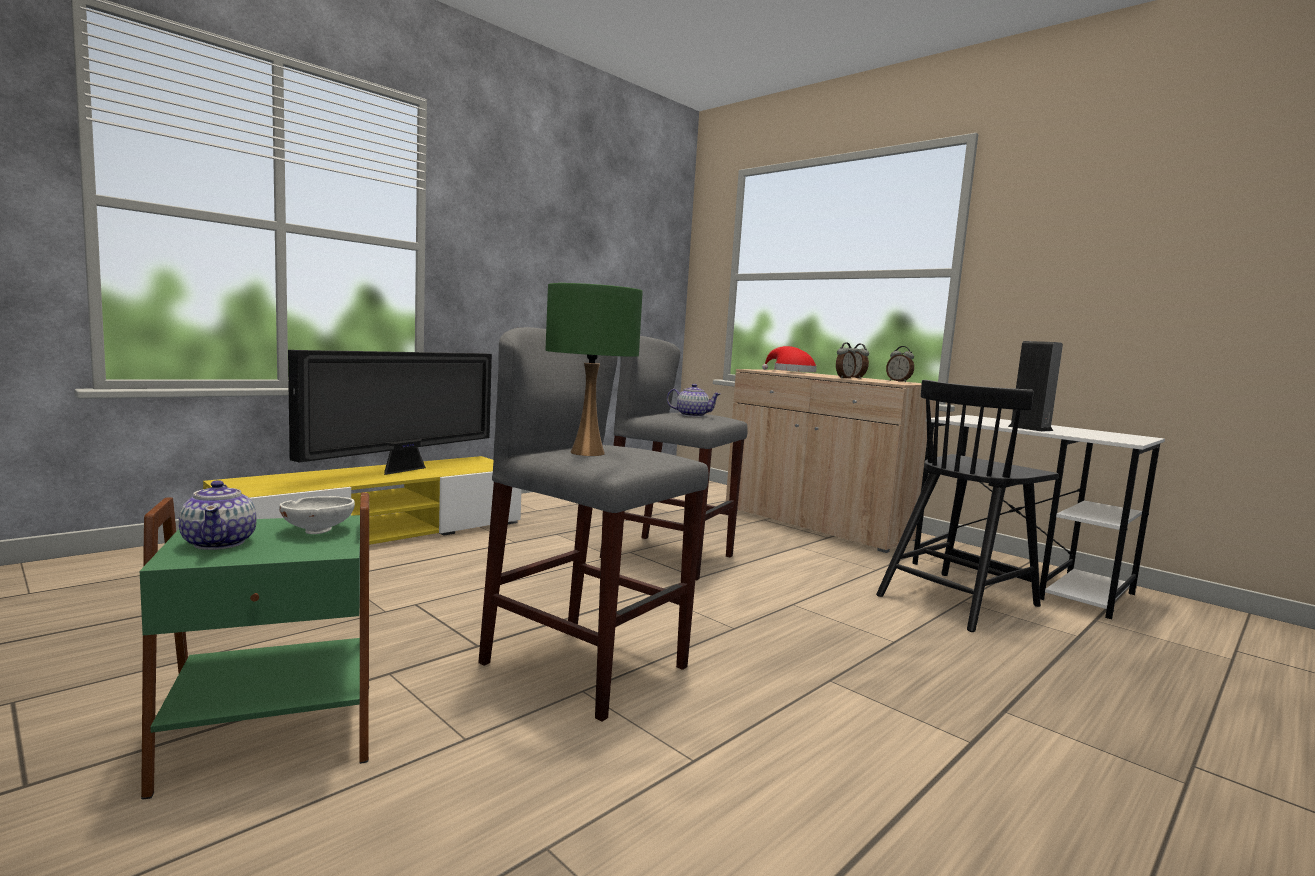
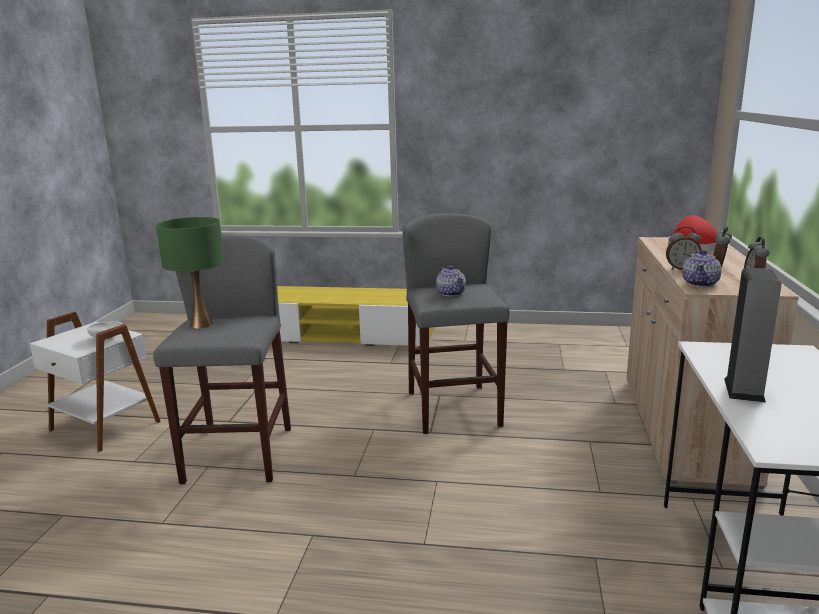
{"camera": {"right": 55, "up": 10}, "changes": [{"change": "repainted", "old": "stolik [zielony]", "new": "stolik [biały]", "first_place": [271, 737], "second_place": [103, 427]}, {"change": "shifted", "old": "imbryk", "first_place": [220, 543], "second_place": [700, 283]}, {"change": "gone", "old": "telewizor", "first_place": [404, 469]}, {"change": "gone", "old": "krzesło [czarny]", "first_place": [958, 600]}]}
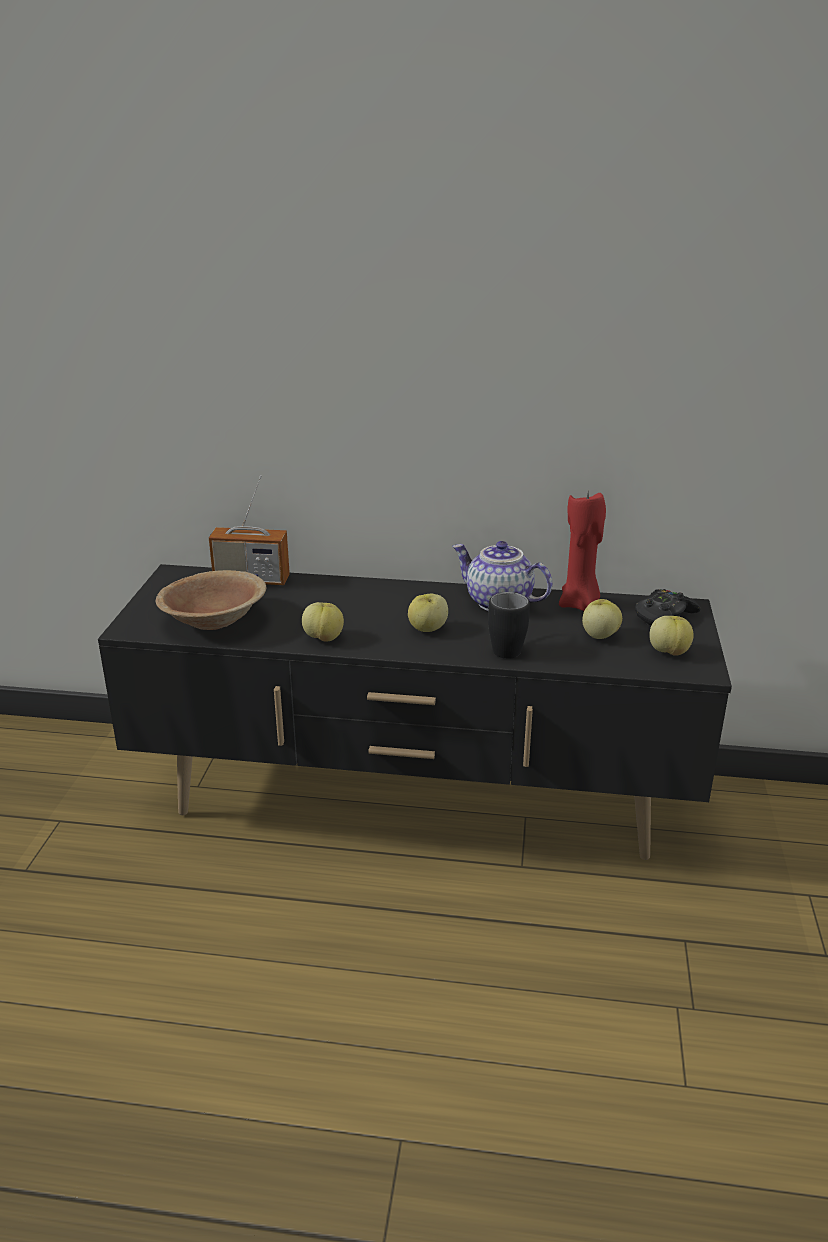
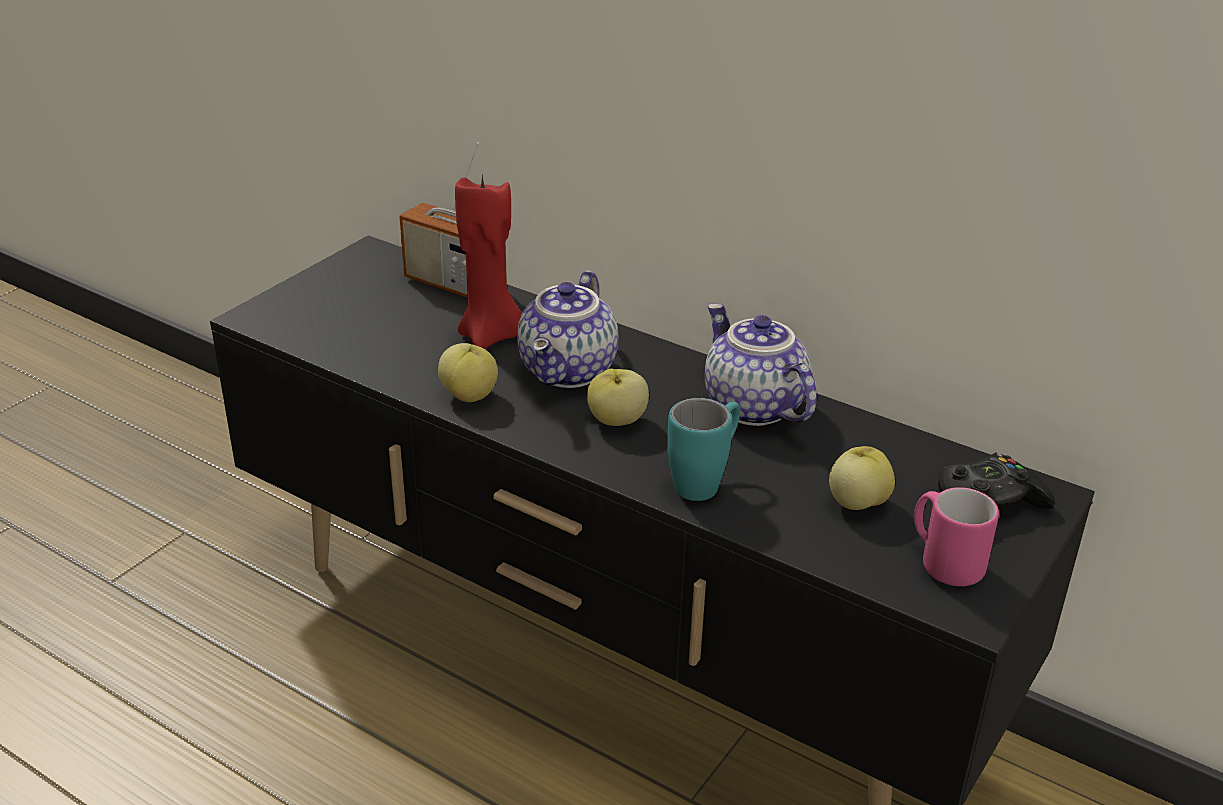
{"camera": {"right": 25, "up": 5}, "changes": [{"change": "shifted", "old": "świeca [czerwony]", "first_place": [579, 604], "second_place": [491, 336]}, {"change": "new", "new": "imbryk", "second_place": [570, 371]}, {"change": "repainted", "old": "kubek [czarny]", "new": "kubek [turkusowy]", "first_place": [508, 646], "second_place": [705, 481]}, {"change": "swapped", "old": "jabłko", "new": "kubek [różowy]", "first_place": [669, 652], "second_place": [943, 562]}, {"change": "gone", "old": "miska [brązowy]", "first_place": [214, 621]}]}
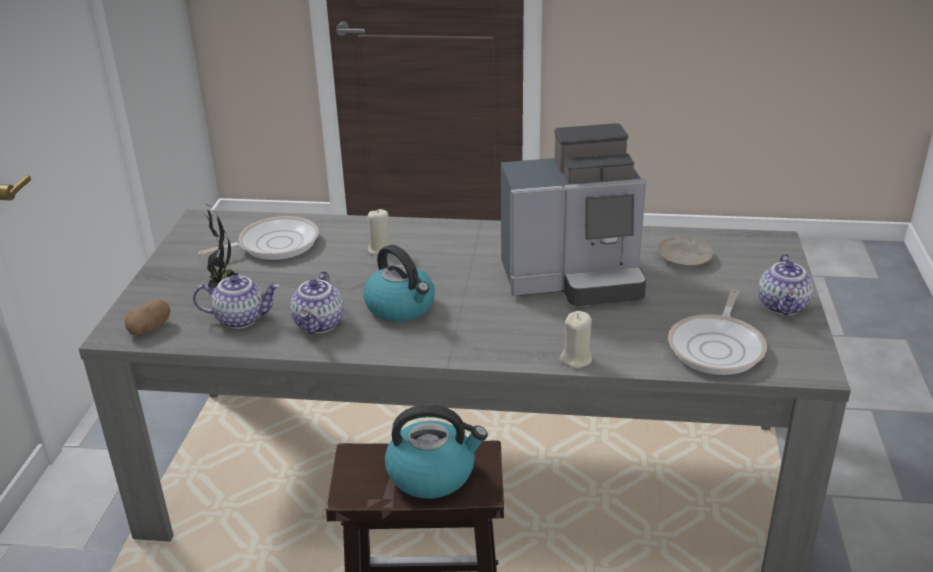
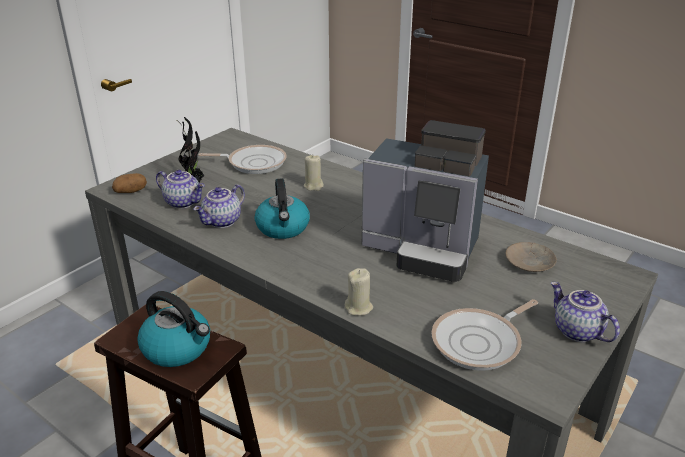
{"camera": {"right": 30, "up": 0}, "changes": [{"change": "rotated", "old": "imbryk", "first_place": [784, 306], "second_place": [576, 331], "degrees": 105}]}
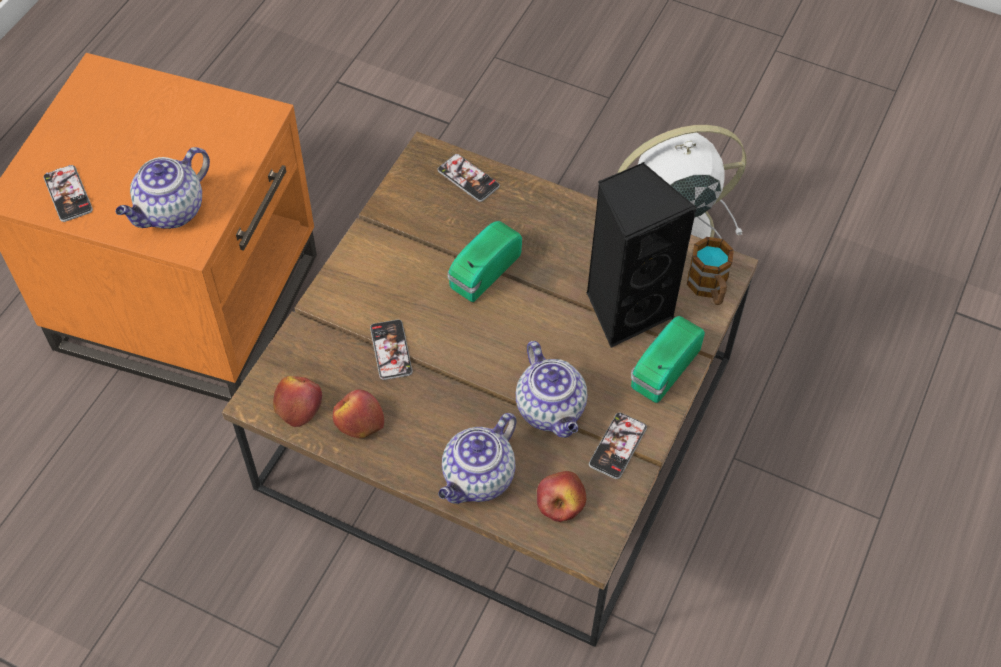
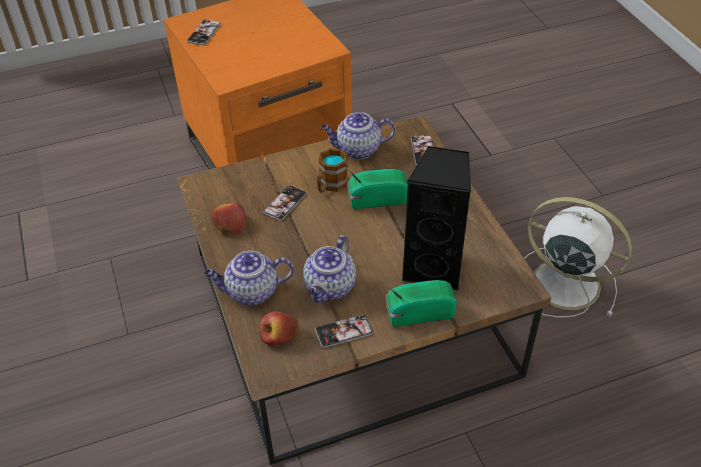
{"camera": {"right": 45, "up": -10}, "changes": [{"change": "shifted", "old": "kubek", "first_place": [709, 288], "second_place": [330, 185]}, {"change": "shifted", "old": "imbryk", "first_place": [171, 212], "second_place": [357, 150]}, {"change": "gone", "old": "jabłko", "first_place": [298, 404]}]}
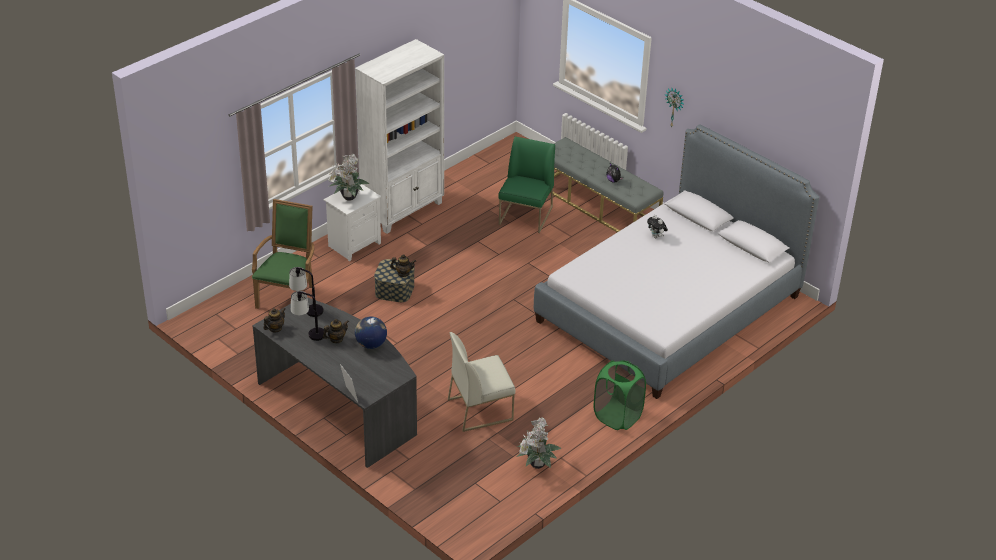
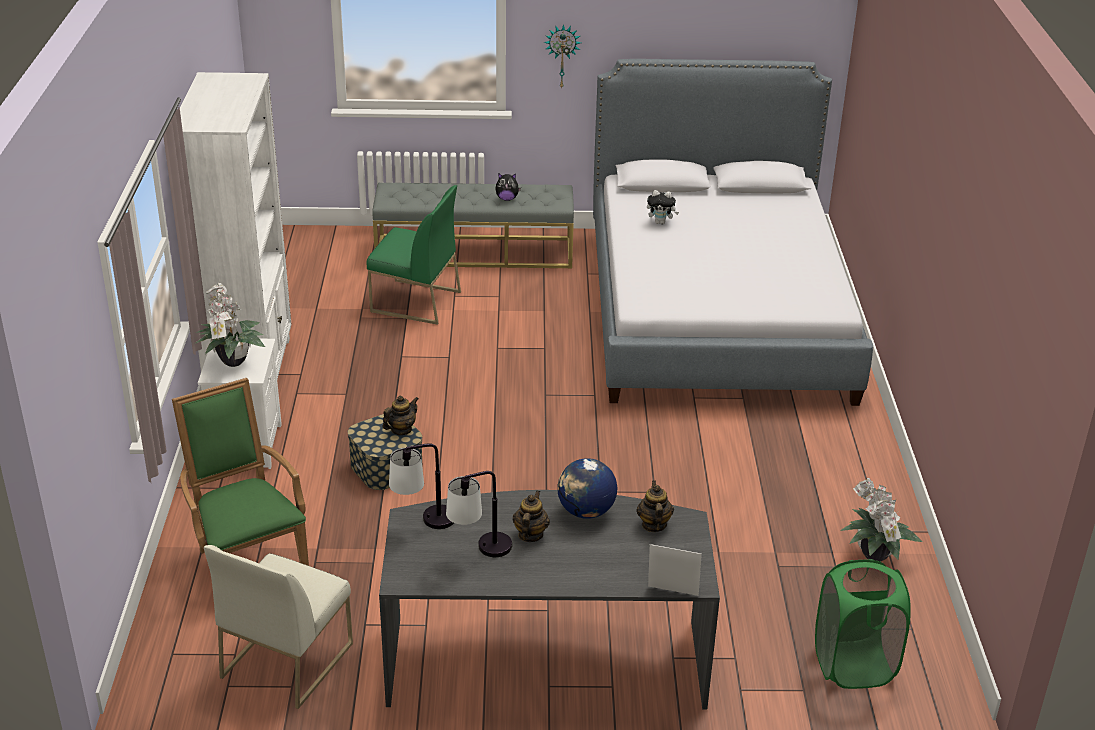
{"camera": {"right": -45, "up": -5}, "changes": [{"change": "shifted", "old": "krzesło [biały]", "first_place": [480, 409], "second_place": [287, 659]}, {"change": "rotated", "old": "krzesło [zielony]", "first_place": [526, 216], "second_place": [415, 302], "degrees": 135}, {"change": "shifted", "old": "imbryk", "first_place": [275, 328], "second_place": [653, 525]}, {"change": "shifted", "old": "kosz na pranie [zielony]", "first_place": [617, 417], "second_place": [853, 665]}]}
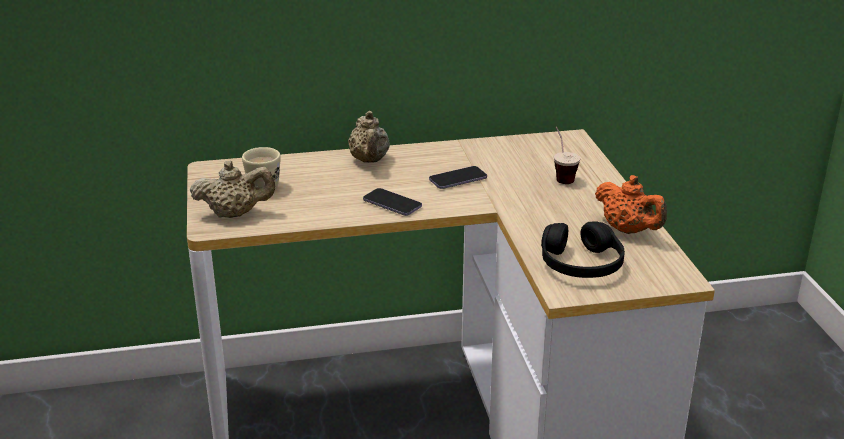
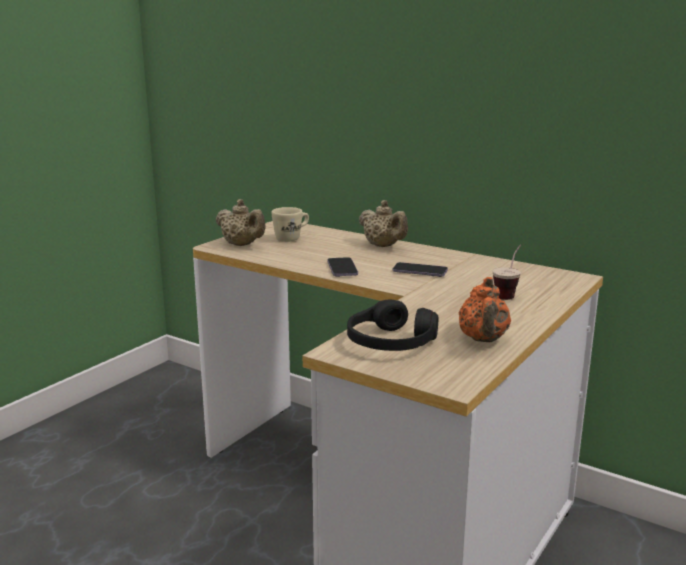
{"camera": {"right": 45, "up": -10}, "changes": [{"change": "rotated", "old": "imbryk [beżowy]", "first_place": [369, 161], "second_place": [383, 246], "degrees": -75}]}
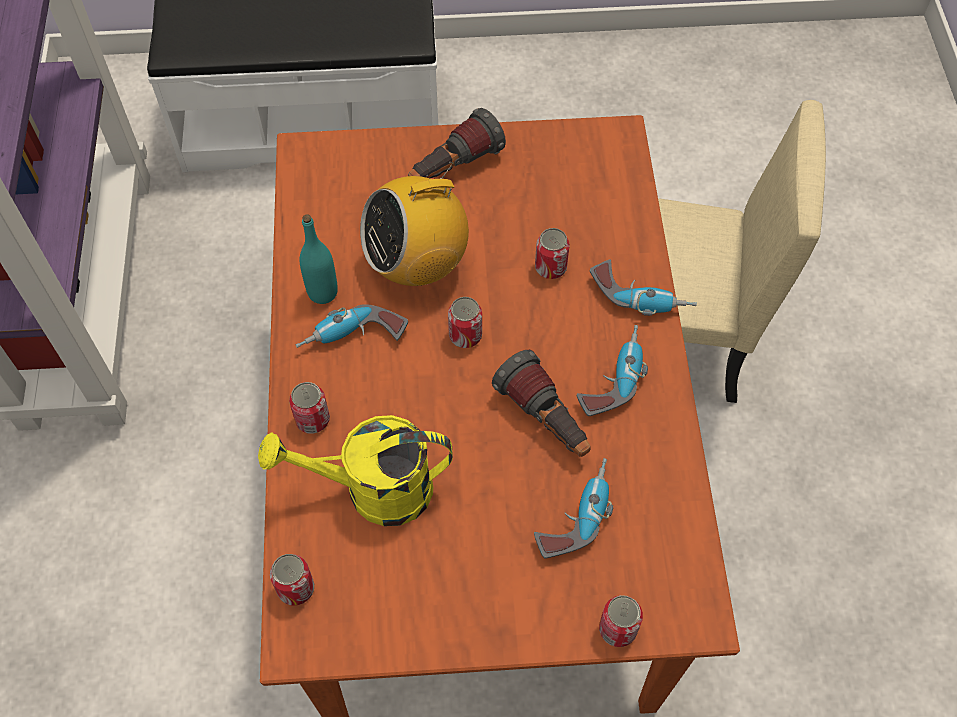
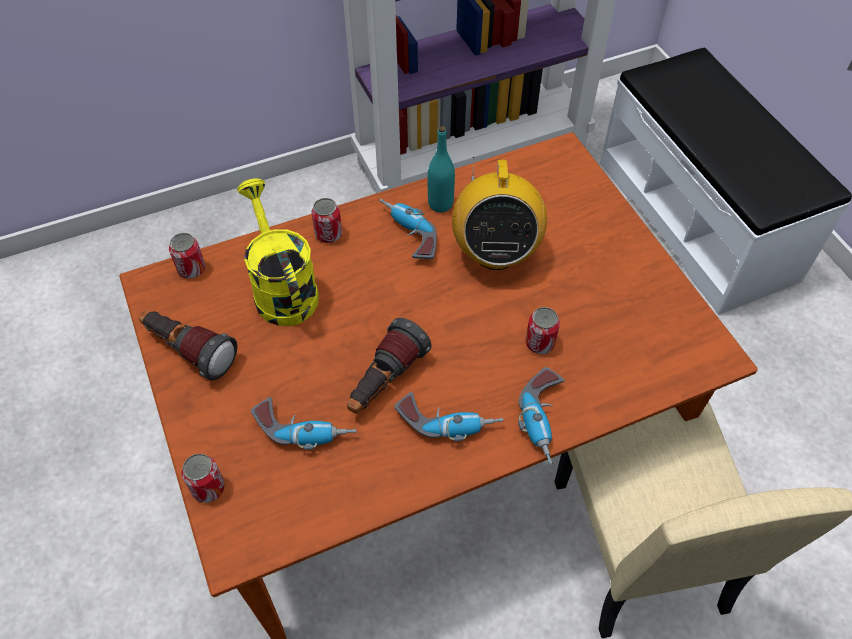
{"camera": {"right": 70, "up": -5}, "changes": [{"change": "shifted", "old": "latarka", "first_place": [453, 168], "second_place": [189, 351]}, {"change": "rotated", "old": "radio", "first_place": [417, 264], "second_place": [495, 252], "degrees": -135}, {"change": "gone", "old": "puszka", "first_place": [465, 335]}]}
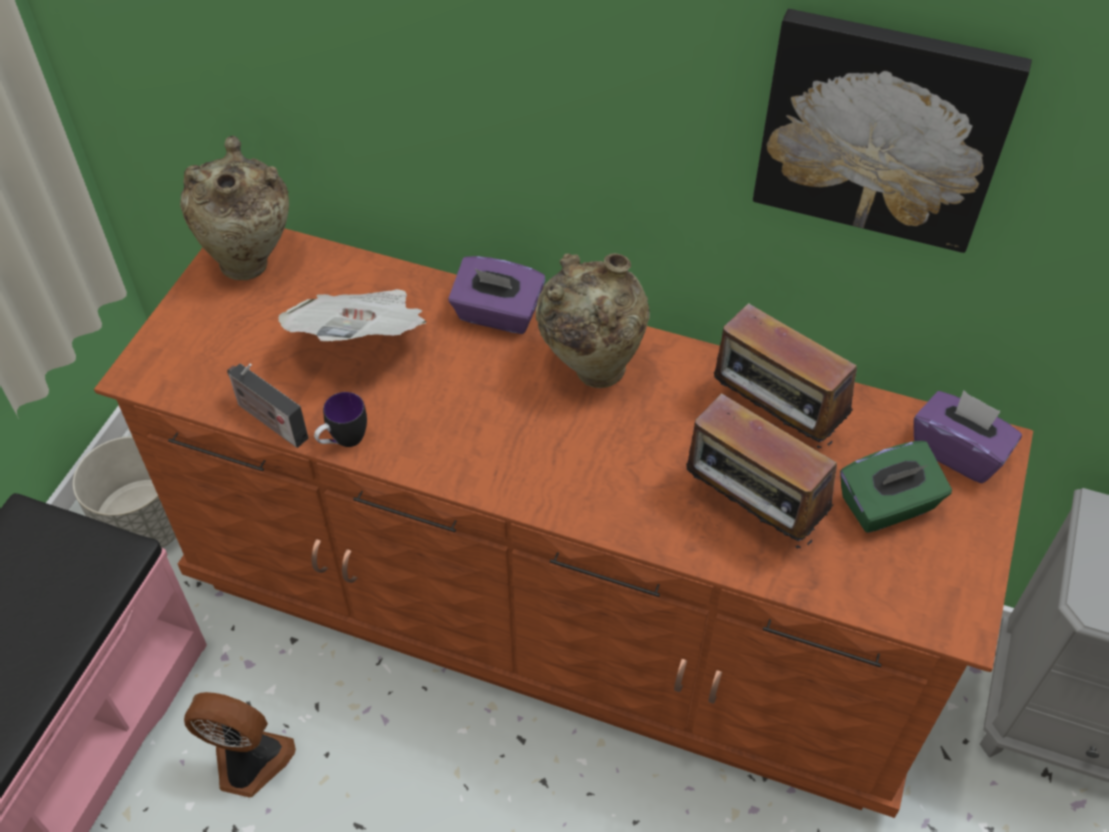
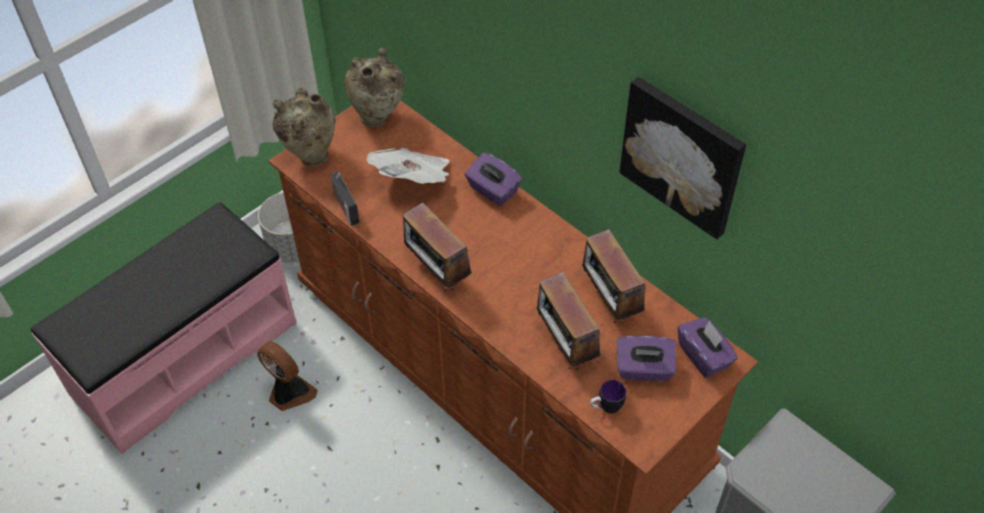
{"camera": {"right": 25, "up": 0}, "changes": [{"change": "shifted", "old": "wazon [beżowy]", "first_place": [591, 369], "second_place": [311, 156]}, {"change": "new", "new": "radio", "second_place": [437, 272]}, {"change": "shifted", "old": "kubek", "first_place": [343, 441], "second_place": [605, 408]}, {"change": "repainted", "old": "pudełko chusteczek [zielony]", "new": "pudełko chusteczek [fioletowy]", "first_place": [887, 506], "second_place": [644, 370]}]}
